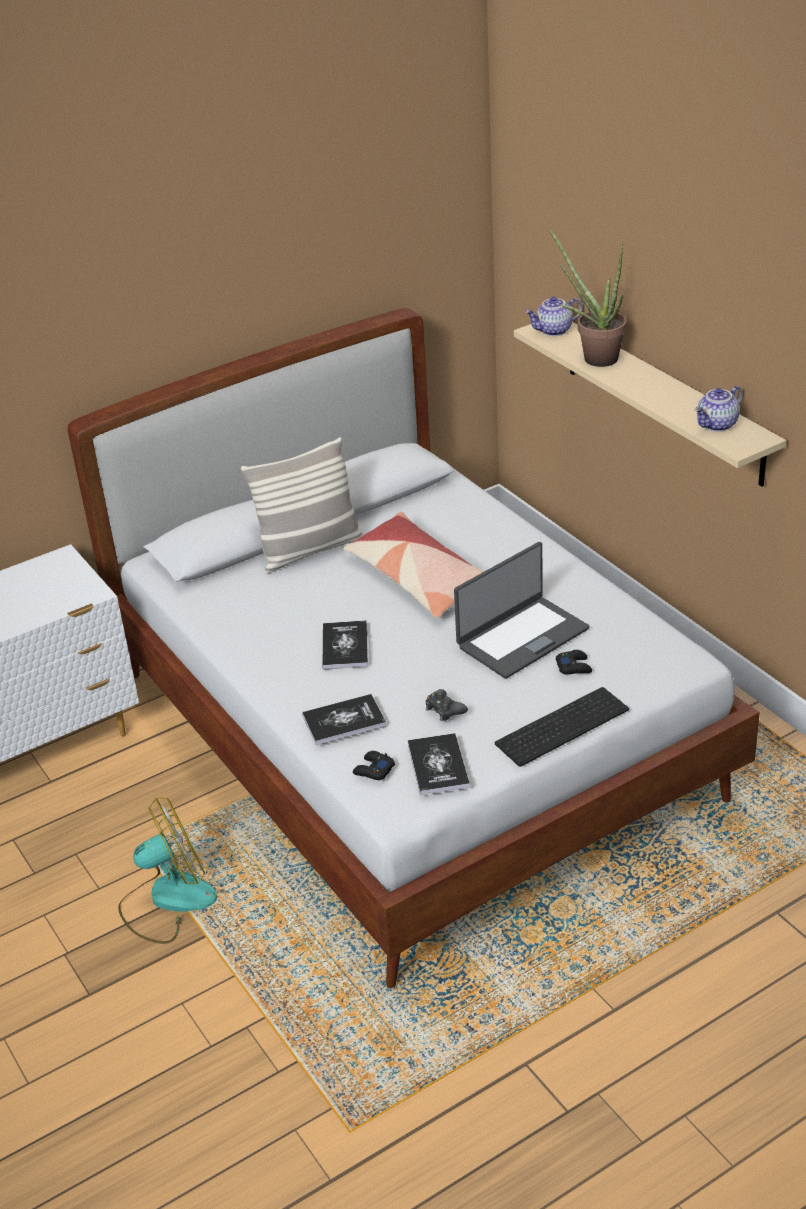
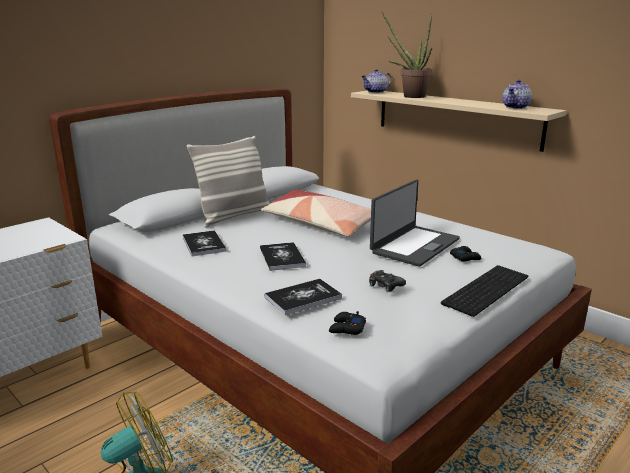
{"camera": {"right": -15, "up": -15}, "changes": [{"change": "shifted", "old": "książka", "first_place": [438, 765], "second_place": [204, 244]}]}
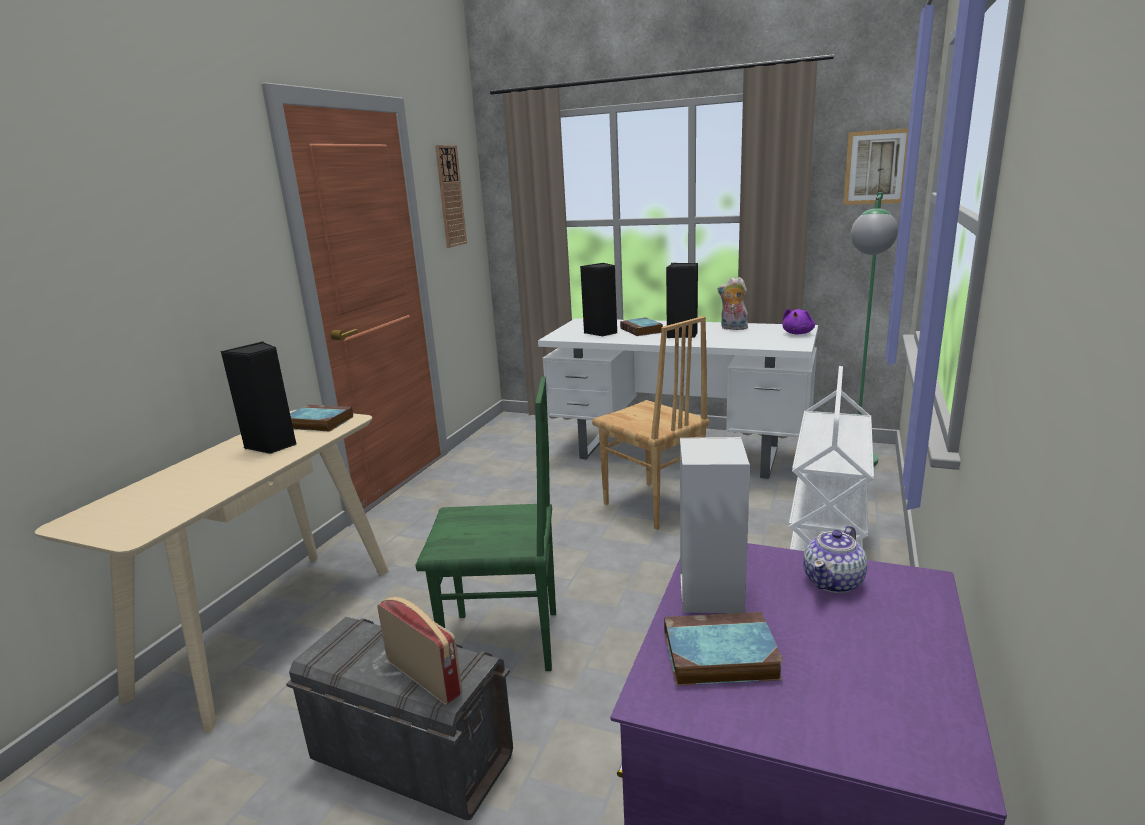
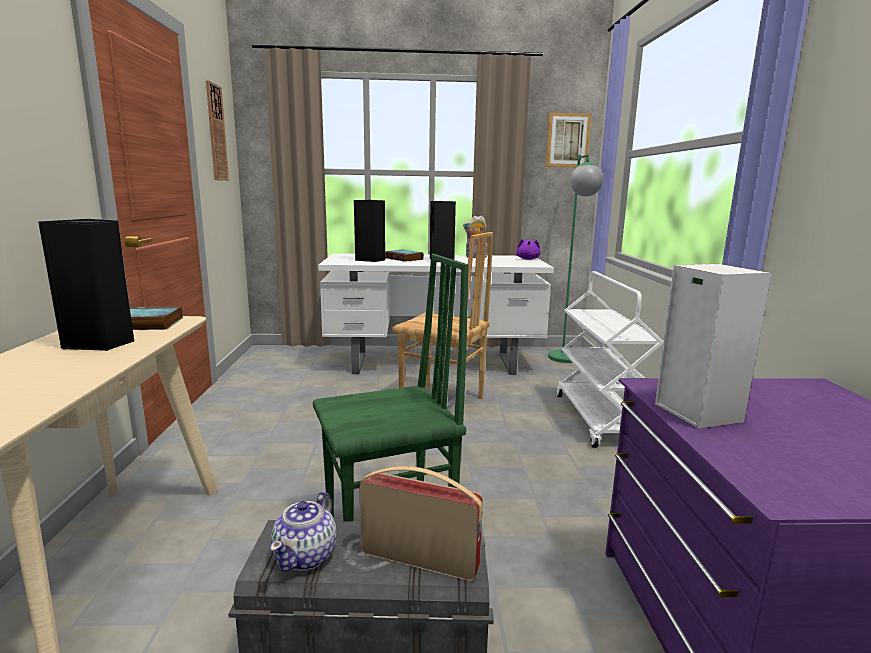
{"camera": {"right": -25, "up": -5}, "changes": [{"change": "shifted", "old": "imbryk", "first_place": [834, 581], "second_place": [306, 556]}, {"change": "gone", "old": "książka", "first_place": [718, 656]}]}
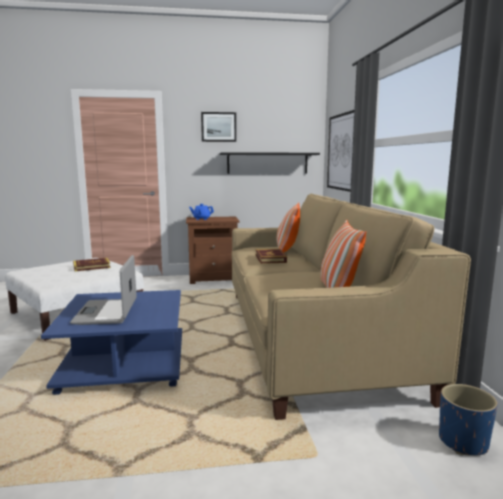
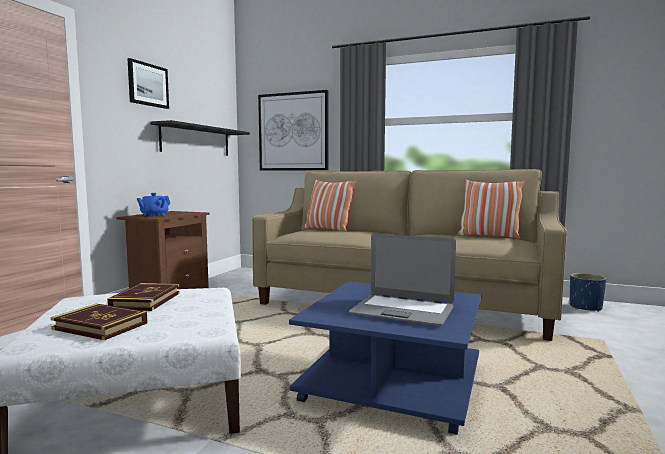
{"camera": {"right": -60, "up": -5}, "changes": [{"change": "shifted", "old": "książka", "first_place": [270, 258], "second_place": [100, 326]}]}
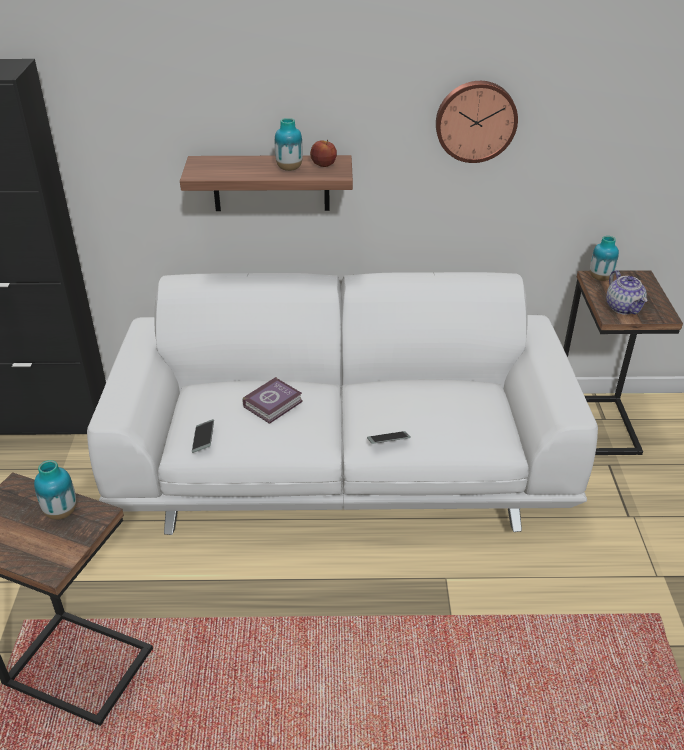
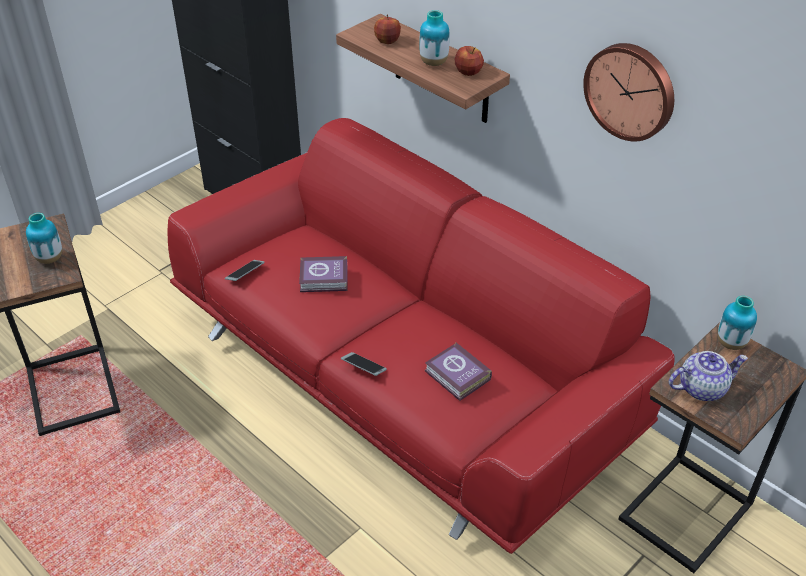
{"camera": {"right": 45, "up": 5}, "changes": [{"change": "repainted", "old": "kanapa [biały]", "new": "kanapa [czerwony]", "first_place": [343, 465], "second_place": [404, 379]}, {"change": "new", "new": "jabłko", "second_place": [387, 41]}, {"change": "new", "new": "książka", "second_place": [457, 376]}, {"change": "rotated", "old": "imbryk", "first_place": [624, 308], "second_place": [702, 388], "degrees": -135}]}
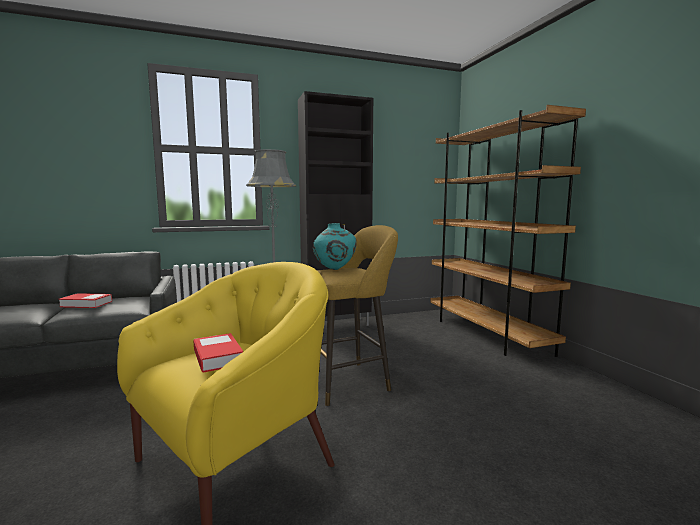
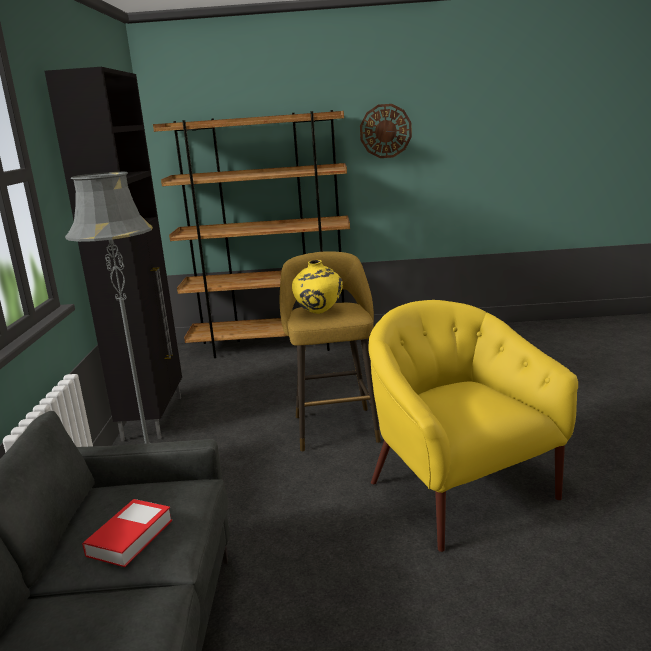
{"camera": {"right": -70, "up": 10}, "changes": [{"change": "repainted", "old": "wazon [turkusowy]", "new": "wazon [żółty]", "first_place": [334, 270], "second_place": [319, 313]}, {"change": "new", "new": "zegar ścienny", "second_place": [385, 131]}, {"change": "gone", "old": "książka", "first_place": [217, 357]}]}
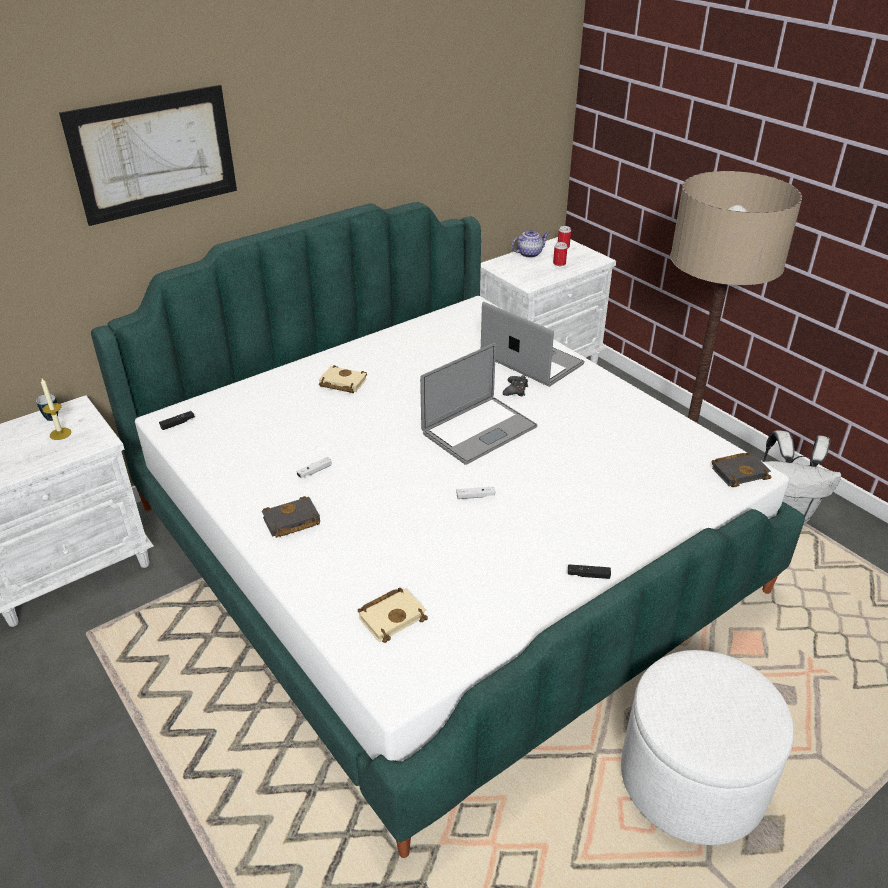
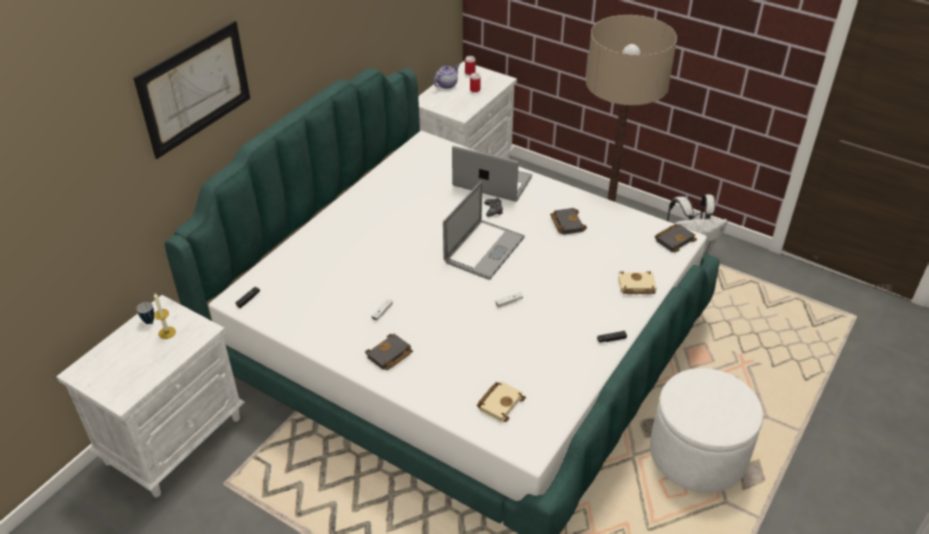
{"camera": {"right": -20, "up": 5}, "changes": [{"change": "new", "new": "książka [czarny]", "second_place": [566, 223]}, {"change": "shifted", "old": "książka [beżowy]", "first_place": [341, 383], "second_place": [635, 286]}]}
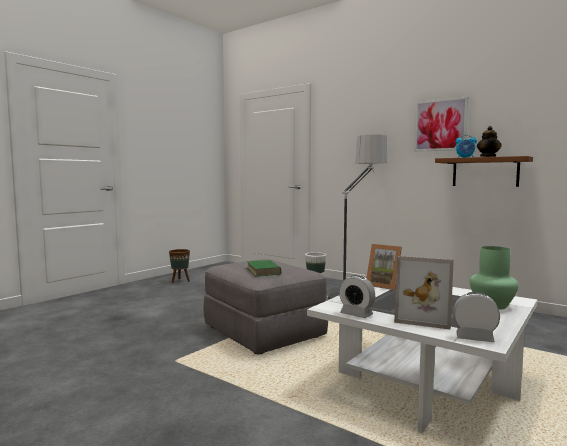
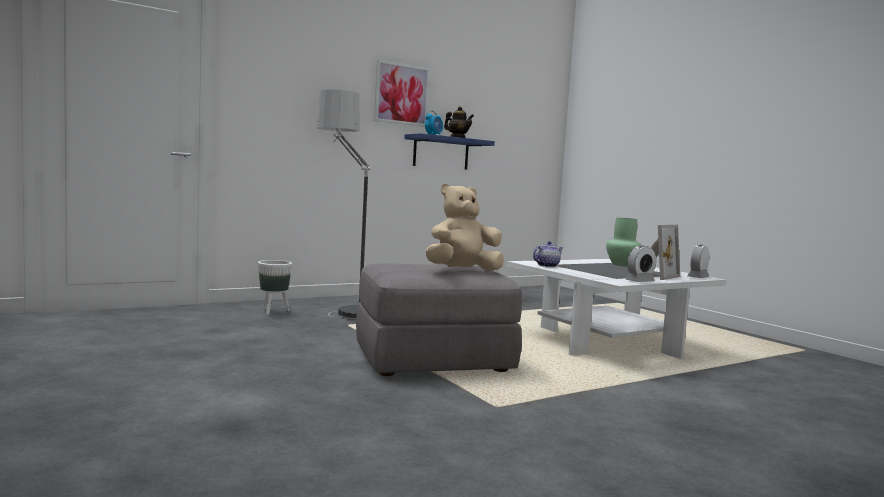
{"camera": {"right": -70, "up": 0}, "changes": [{"change": "repainted", "old": "półka [brązowy]", "new": "półka [niebieski]", "first_place": [485, 172], "second_place": [441, 153]}, {"change": "swapped", "old": "książka [zielony]", "new": "pluszak [beżowy]", "first_place": [263, 271], "second_place": [462, 271]}, {"change": "swapped", "old": "ramka na zdjęcie", "new": "imbryk", "first_place": [384, 285], "second_place": [547, 265]}, {"change": "gone", "old": "donica [brązowy]", "first_place": [180, 281]}]}
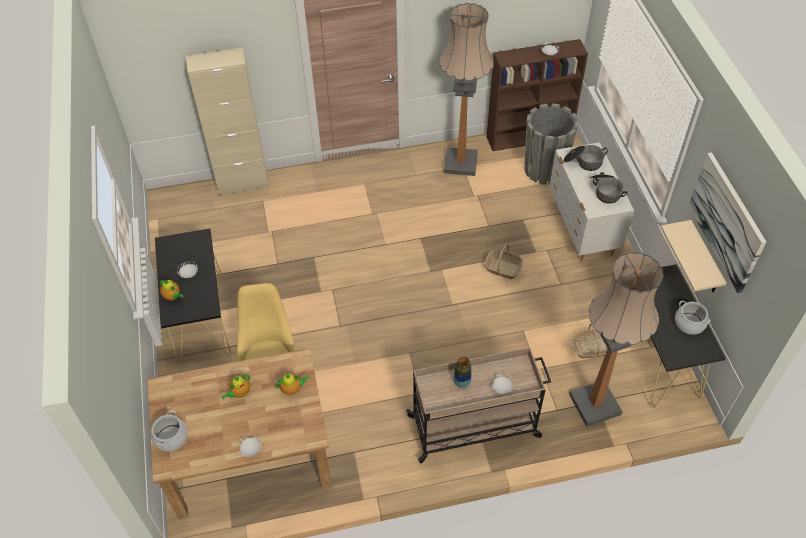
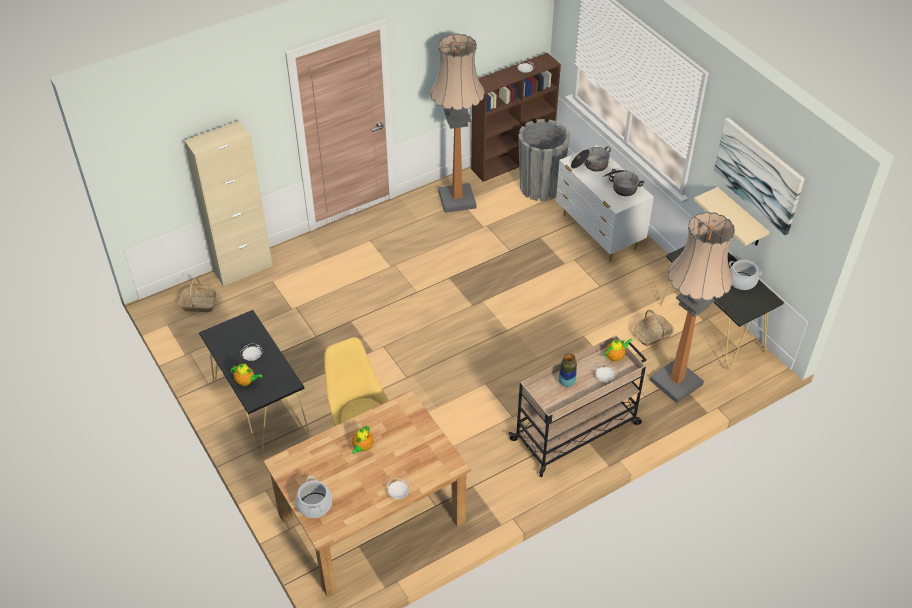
{"camera": {"right": -20, "up": -5}, "changes": [{"change": "shifted", "old": "koszyk", "first_place": [502, 268], "second_place": [199, 304]}, {"change": "shifted", "old": "imbryk", "first_place": [292, 389], "second_place": [615, 356]}]}
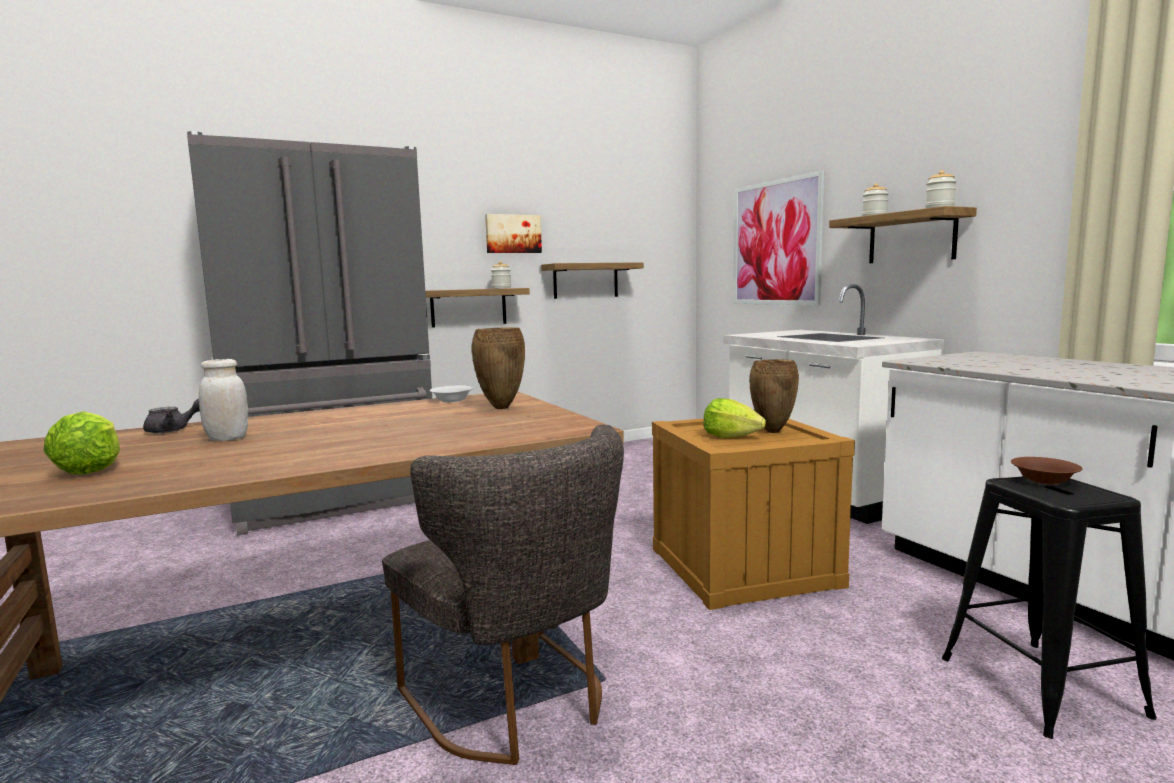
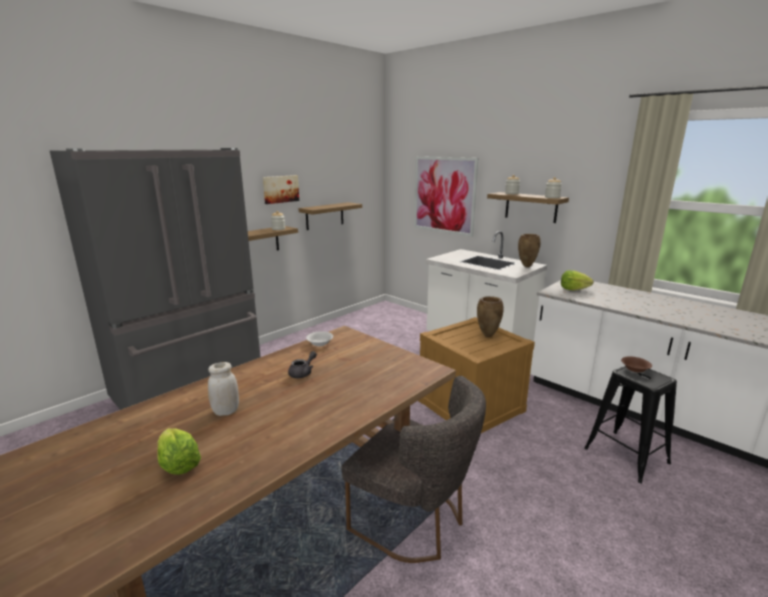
{"camera": {"right": -20, "up": 10}, "changes": [{"change": "shifted", "old": "imbryk [szary]", "first_place": [174, 430], "second_place": [303, 373]}, {"change": "shifted", "old": "wazon [brązowy]", "first_place": [500, 408], "second_place": [526, 266]}, {"change": "shifted", "old": "sałata", "first_place": [730, 437], "second_place": [573, 289]}]}
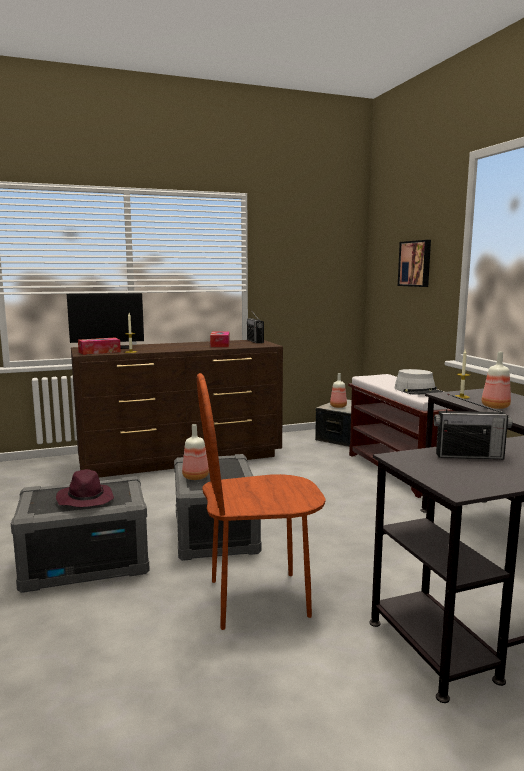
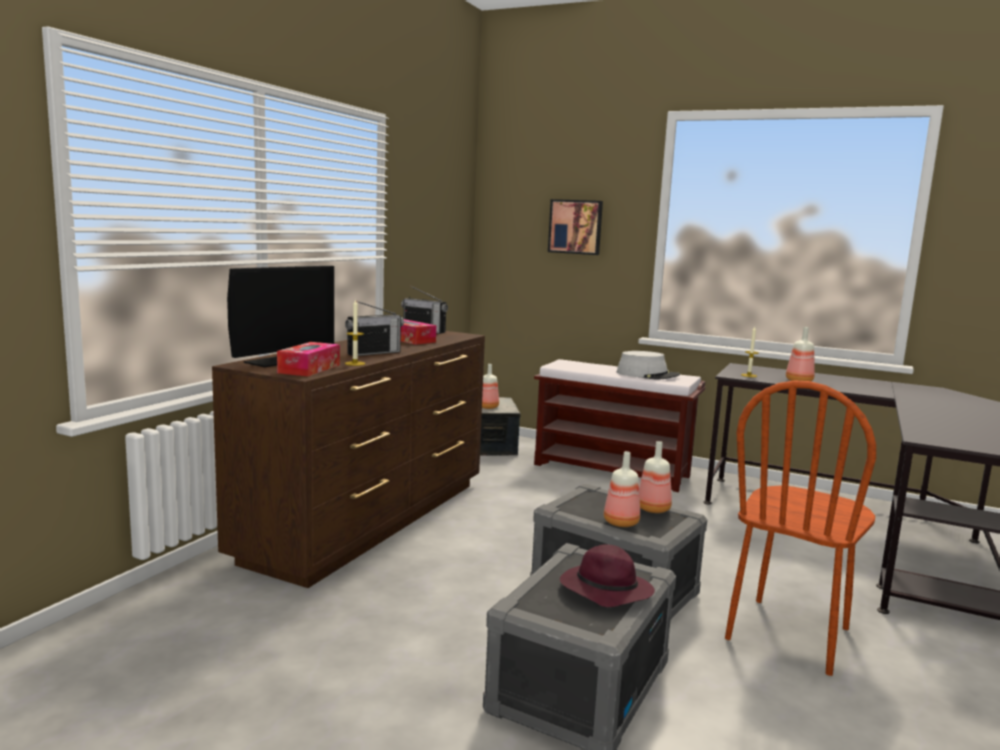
{"camera": {"right": -45, "up": 0}, "changes": [{"change": "shifted", "old": "radio", "first_place": [469, 456], "second_place": [374, 353]}, {"change": "new", "new": "butelka", "second_place": [653, 509]}]}
